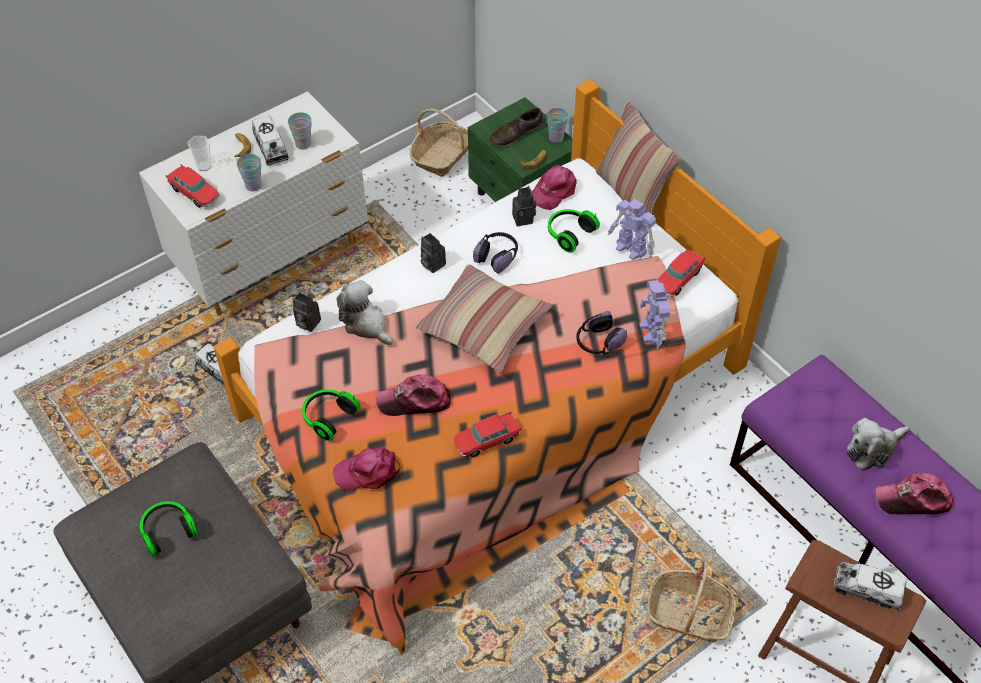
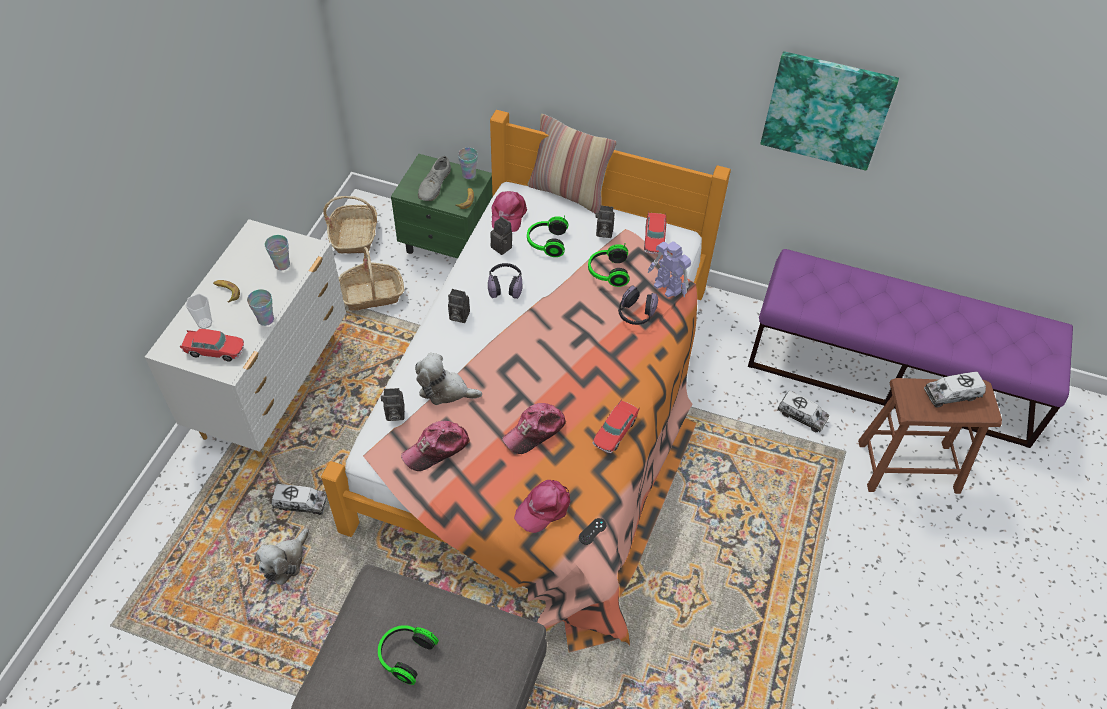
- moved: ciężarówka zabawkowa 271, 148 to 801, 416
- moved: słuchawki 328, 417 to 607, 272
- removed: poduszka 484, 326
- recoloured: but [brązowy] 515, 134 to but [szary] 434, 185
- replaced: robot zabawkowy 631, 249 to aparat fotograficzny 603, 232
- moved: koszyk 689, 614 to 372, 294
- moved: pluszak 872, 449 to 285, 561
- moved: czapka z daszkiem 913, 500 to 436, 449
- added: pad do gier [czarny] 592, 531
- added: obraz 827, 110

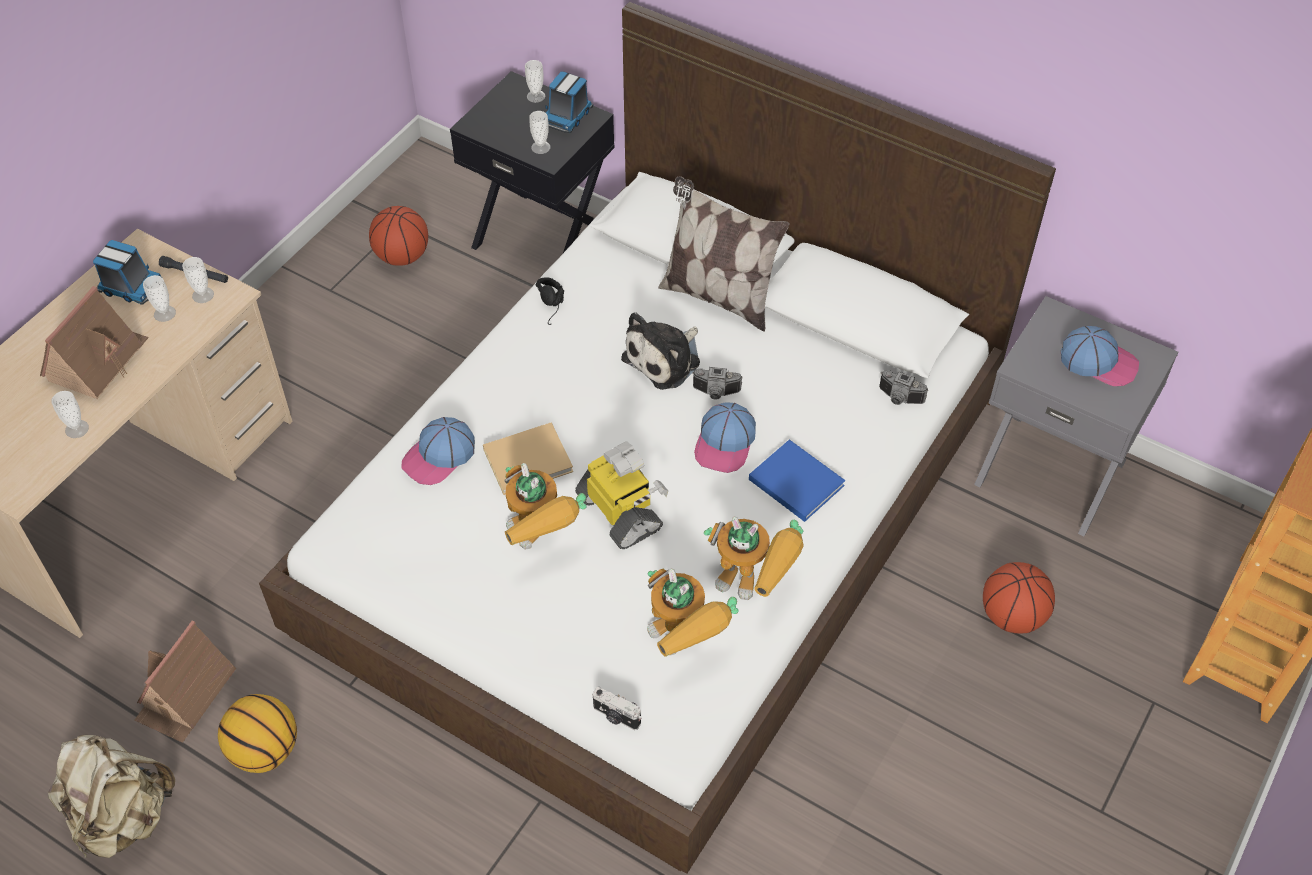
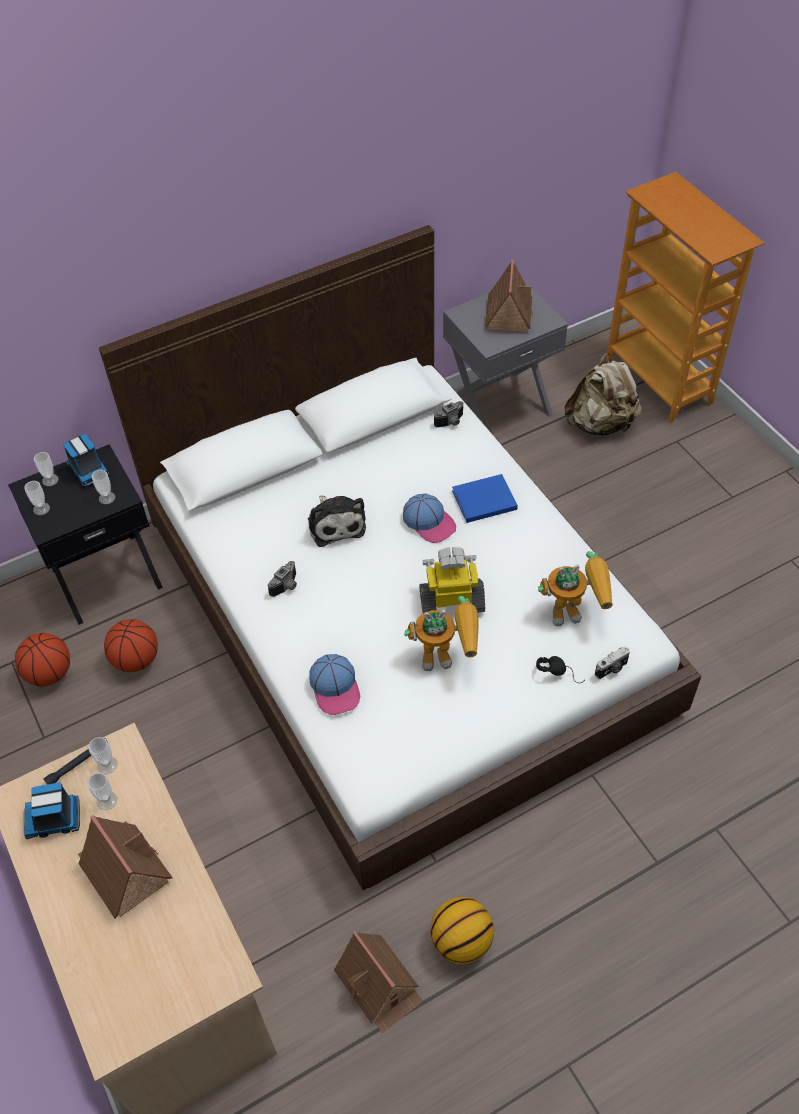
- moved: plecak [beżowy] 123, 816 to 600, 424
- moved: filiżanka 77, 429 to 41, 509
- turned: ciężarówka zabawkowa 130, 287 = 54, 819 150 degrees counterclockwise
- removed: książka [beżowy] 530, 460
- moved: słuchawki [czarny] 554, 306 to 560, 672
- removed: poduszka 718, 296
- moved: aparat fotograficzny 716, 393 to 287, 586
- removed: robot zabawkowy 754, 584
- moved: piłka do koszykówki 1011, 616 to 136, 660
- replaced: czapka z daszkiem 1098, 361 to domek 508, 313

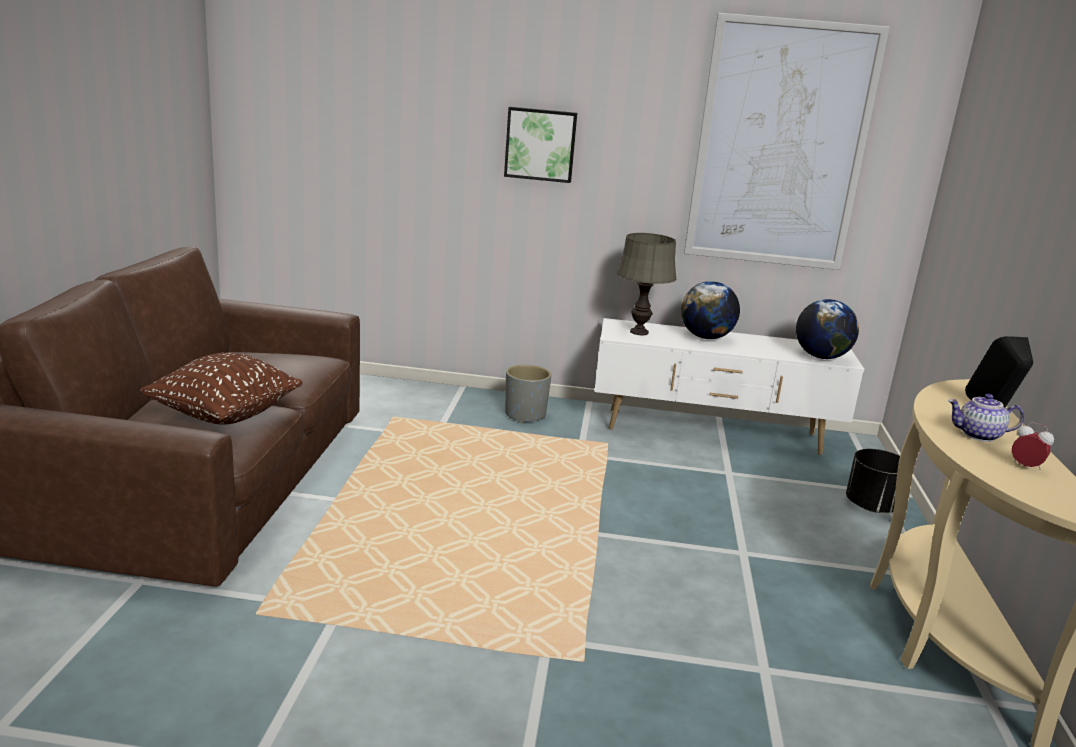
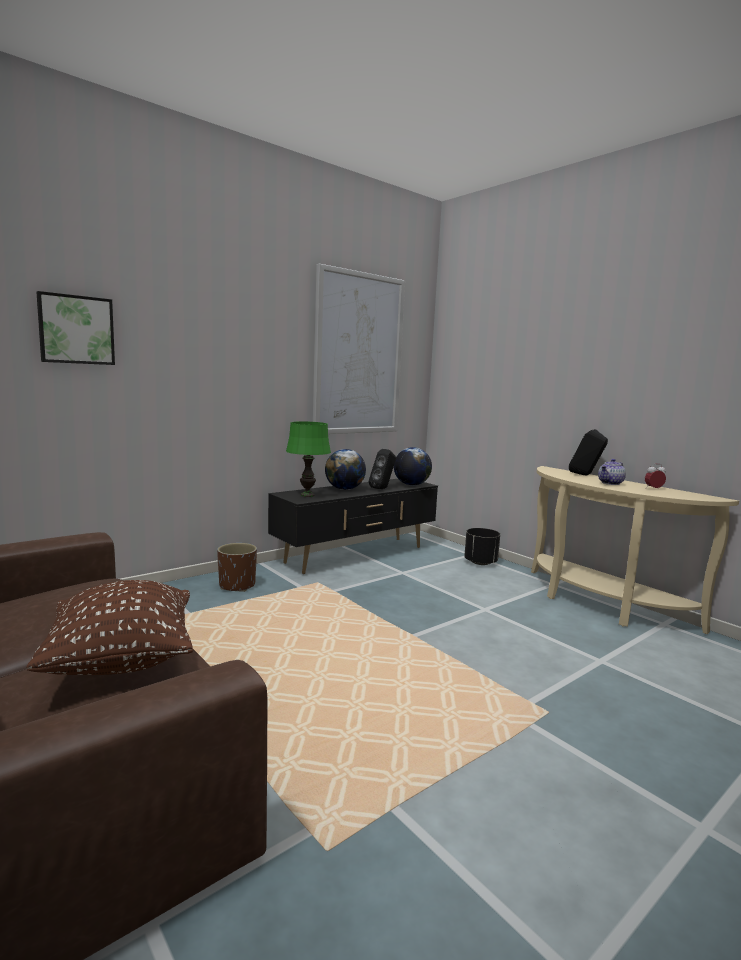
- moved: obraz 540, 144 to 76, 330
- recoloured: donica [szary] 525, 415 to donica [brązowy] 237, 585
- recoloured: szafka pod telewizor [biały] 713, 433 to szafka pod telewizor [czarny] 356, 555
- recoloured: lampa stołowa [szary] 639, 332 to lampa stołowa [zielony] 307, 495
- added: głośnik [czarny] 383, 488

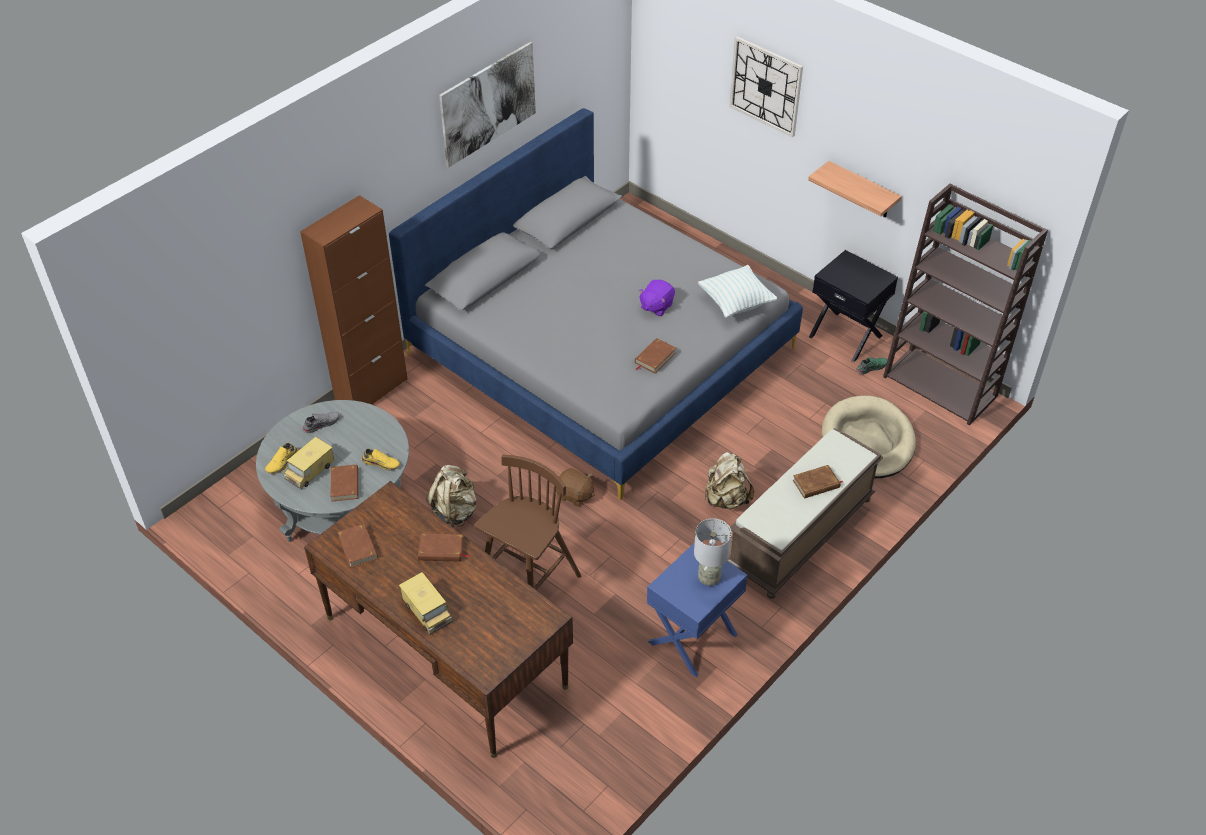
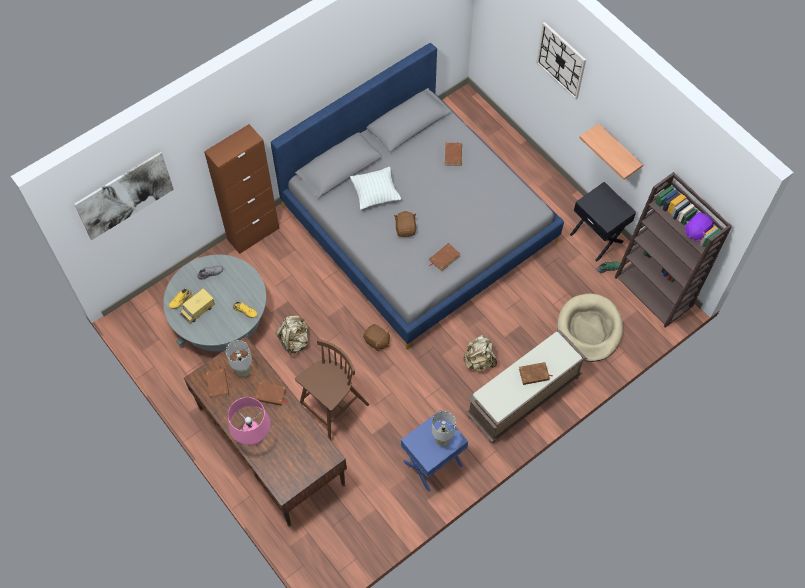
- moved: książka [brązowy] 345, 484 to 453, 155
- replaced: ciężarówka zabawkowa 427, 611 to lampa stołowa [różowy] 254, 439
- moved: obraz 488, 103 to 125, 195
- moved: pluszak [fioletowy] 656, 306 to 696, 231
- moved: poduszka 736, 303 to 375, 194
- added: lampa stołowa [szary] 243, 371
- added: pluszak [brązowy] 405, 229

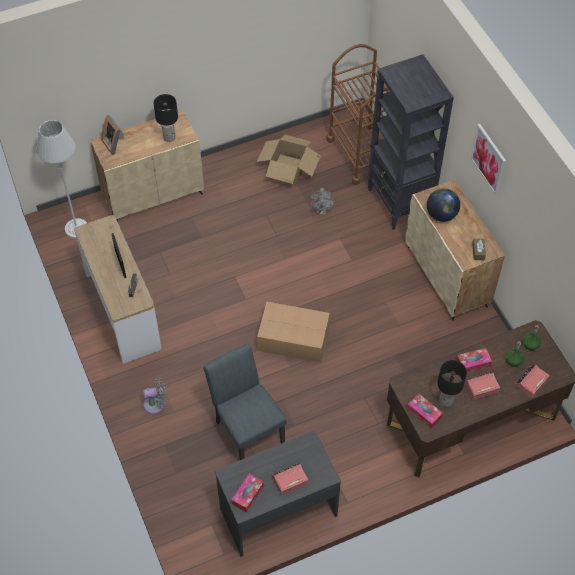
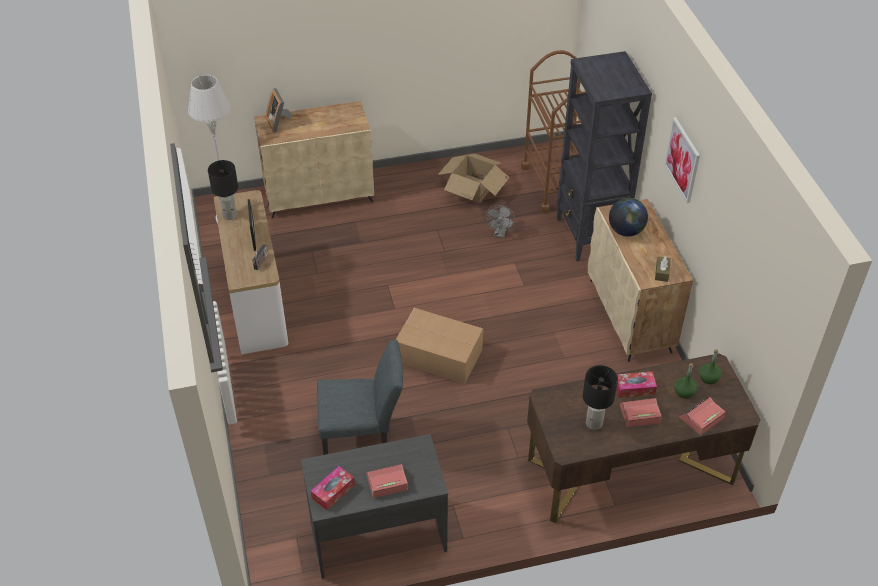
- removed: wentylator [szary] 156, 404
- moved: lampa stołowa [czarny] 169, 137 to 230, 215
- turned: krzesło [szary] 246, 428 = 363, 440 105 degrees clockwise
- removed: pudełko chusteczek 424, 413

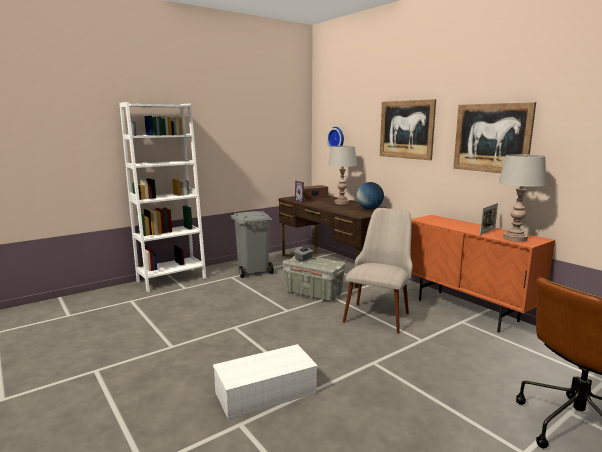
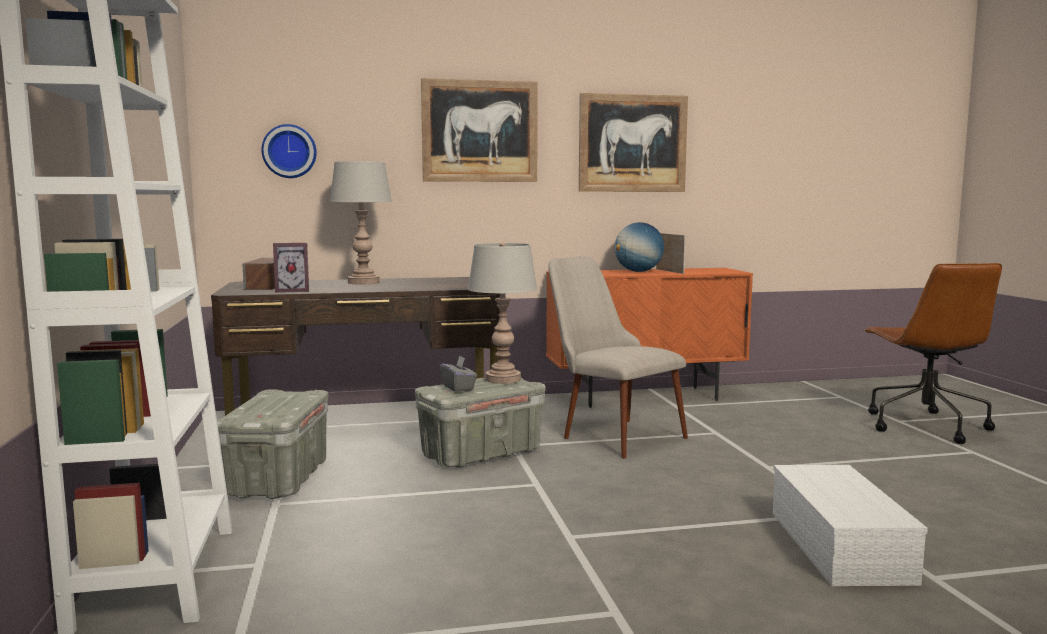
- replaced: kosz na śmieci [szary] 253, 271 to pojemnik do przechowywania [szary] 278, 479
- moved: globus 369, 208 to 638, 271
- moved: lampa stołowa [szary] 515, 238 to 502, 379

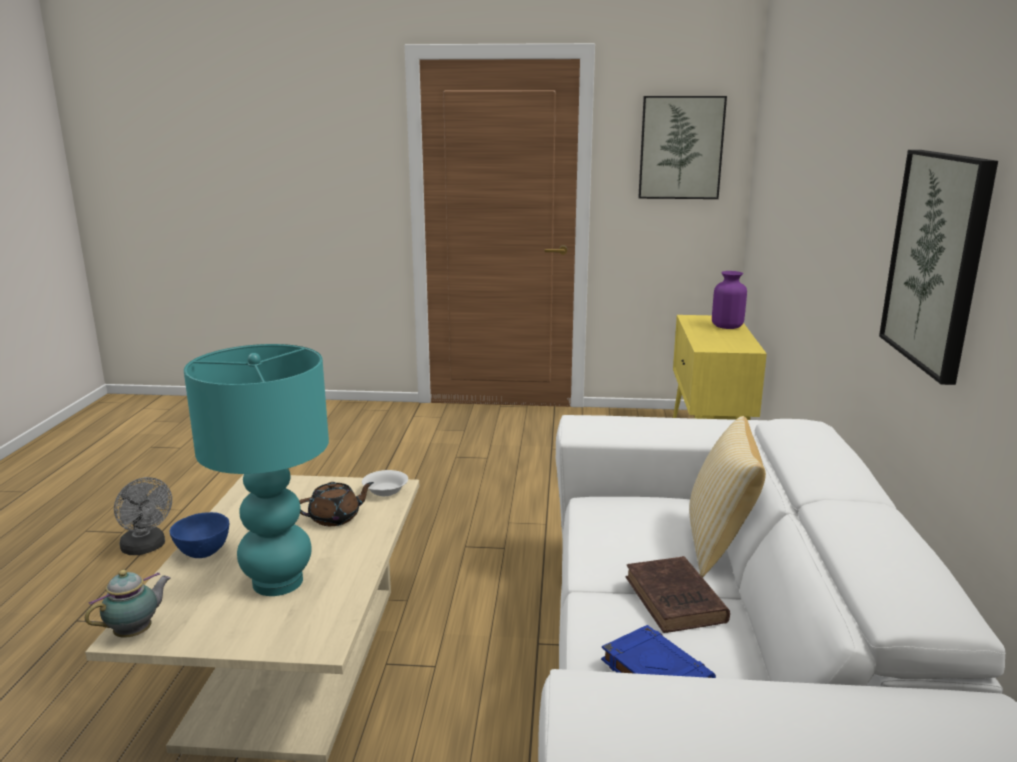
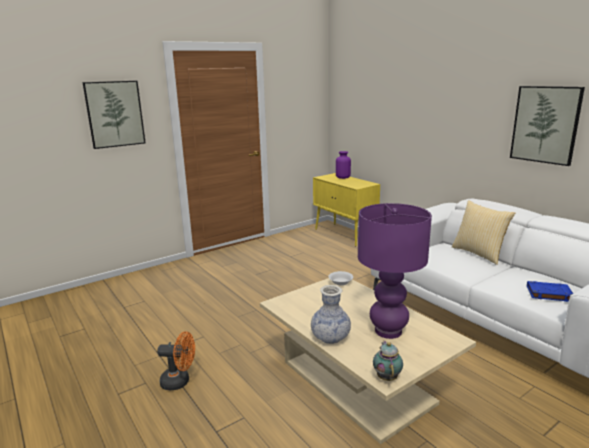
- recoloured: wentylator [szary] 146, 548 to wentylator [pomarańczowy] 180, 381
- replaced: miska [niebieski] 203, 552 to wazon 330, 337
- recoloured: lampa stołowa [turkusowy] 279, 581 to lampa stołowa [fioletowy] 388, 331
- removed: imbryk [brązowy] 335, 518
- removed: książka [brązowy] 676, 601
- moved: obraz 681, 148 to 115, 114

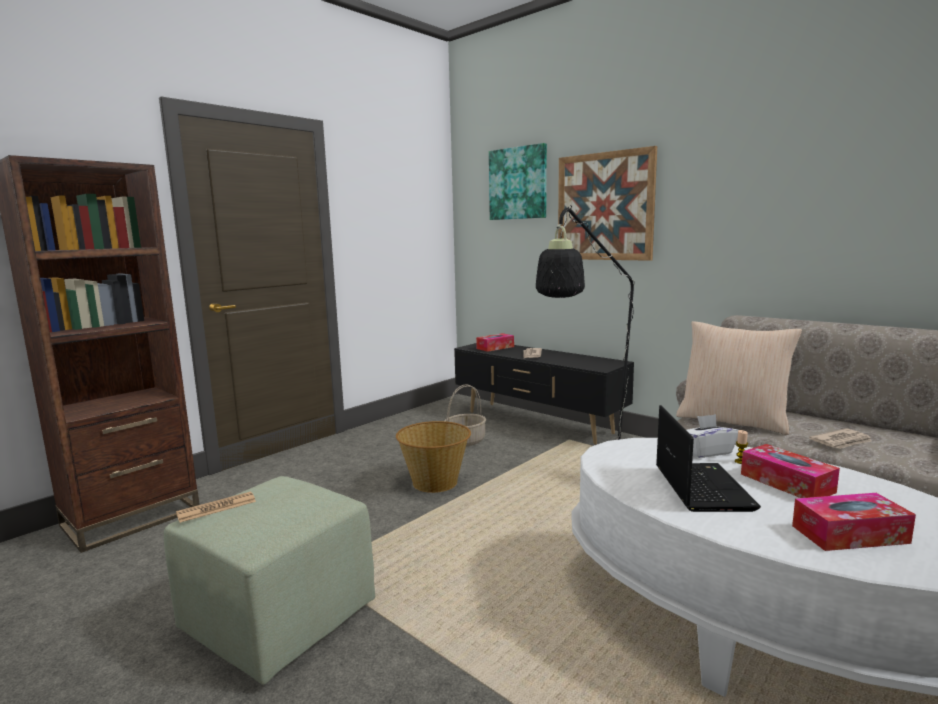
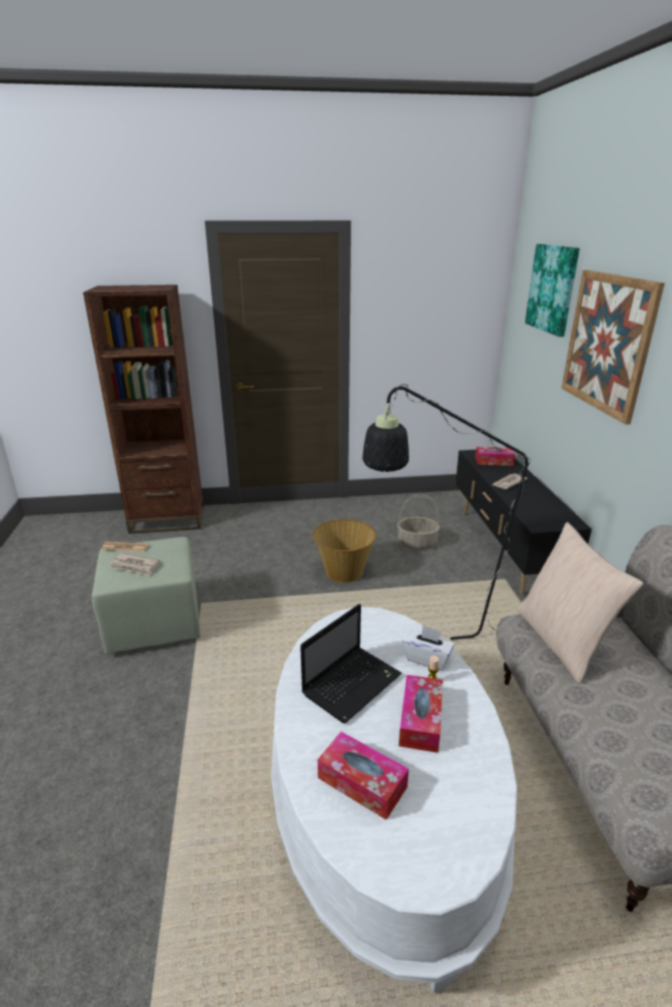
- moved: gazeta 842, 441 to 135, 566

